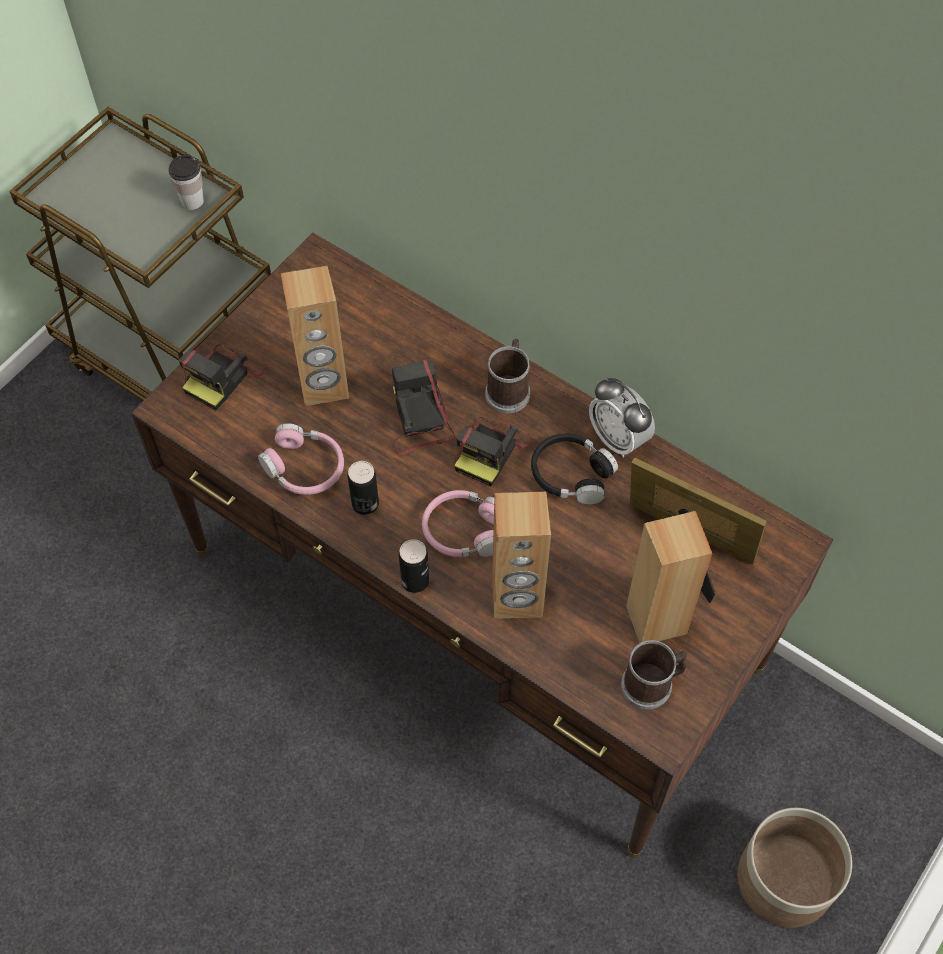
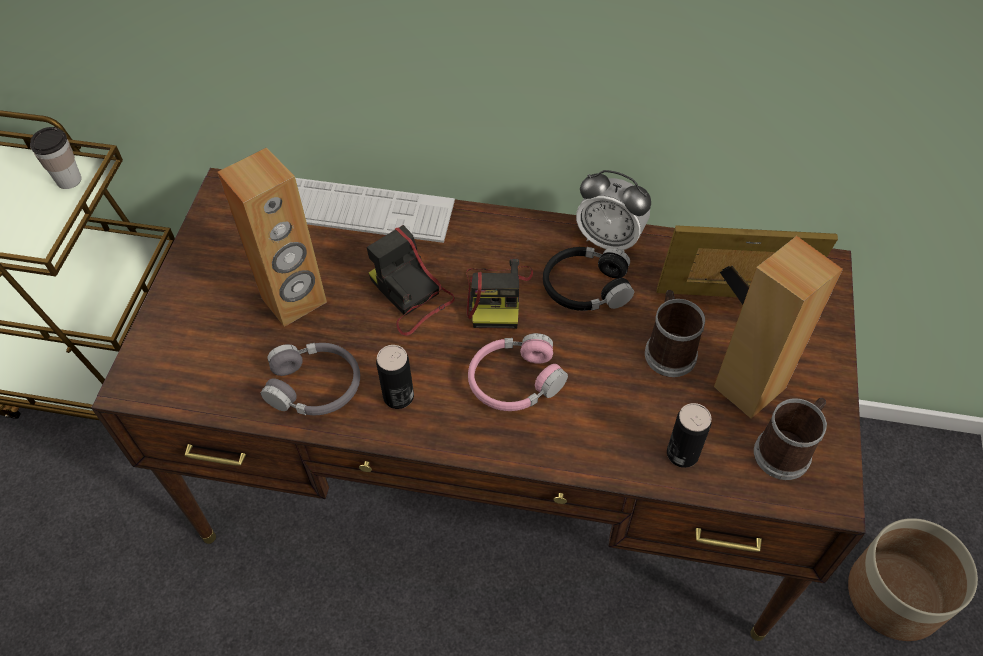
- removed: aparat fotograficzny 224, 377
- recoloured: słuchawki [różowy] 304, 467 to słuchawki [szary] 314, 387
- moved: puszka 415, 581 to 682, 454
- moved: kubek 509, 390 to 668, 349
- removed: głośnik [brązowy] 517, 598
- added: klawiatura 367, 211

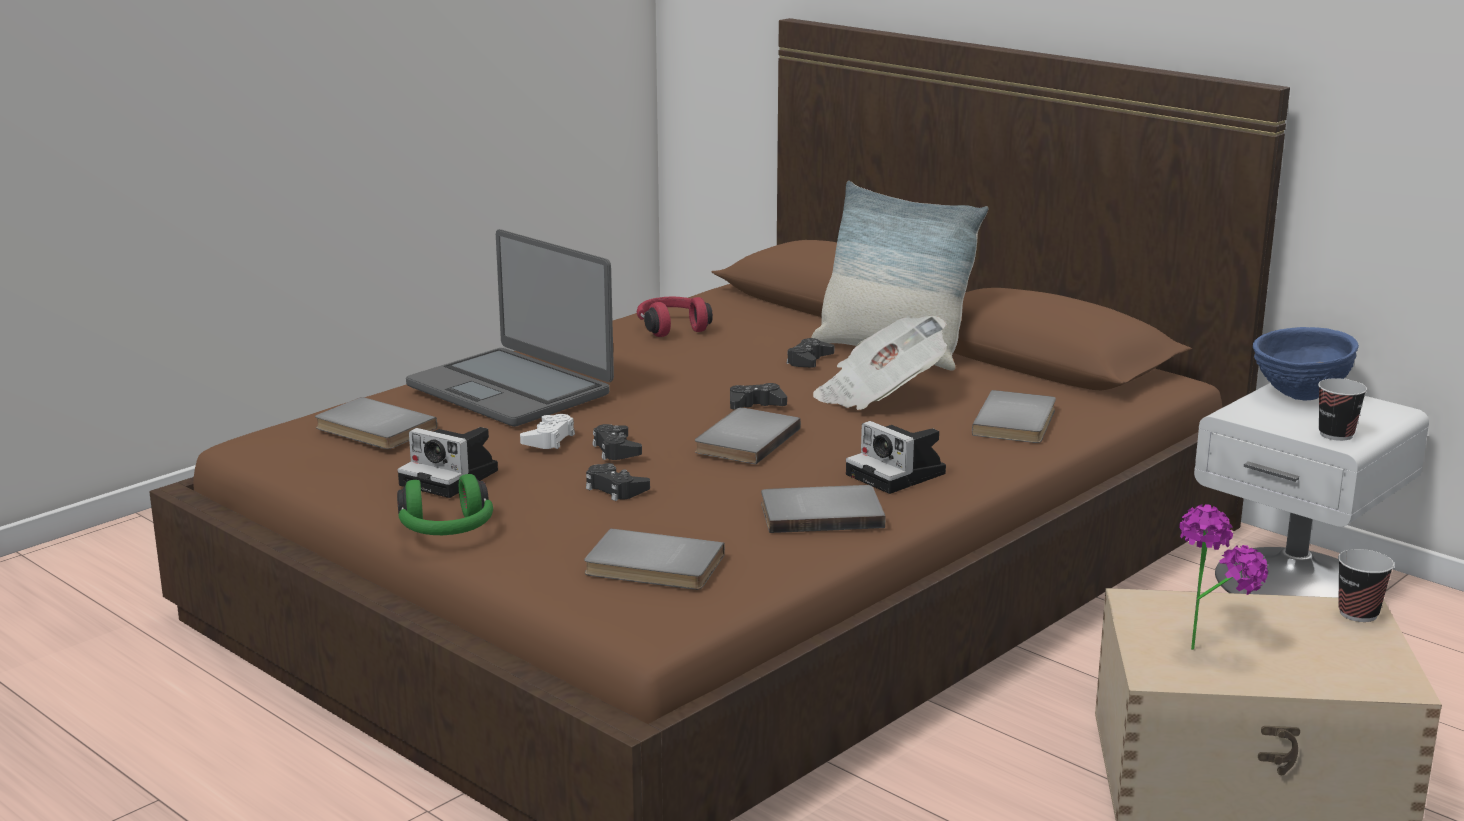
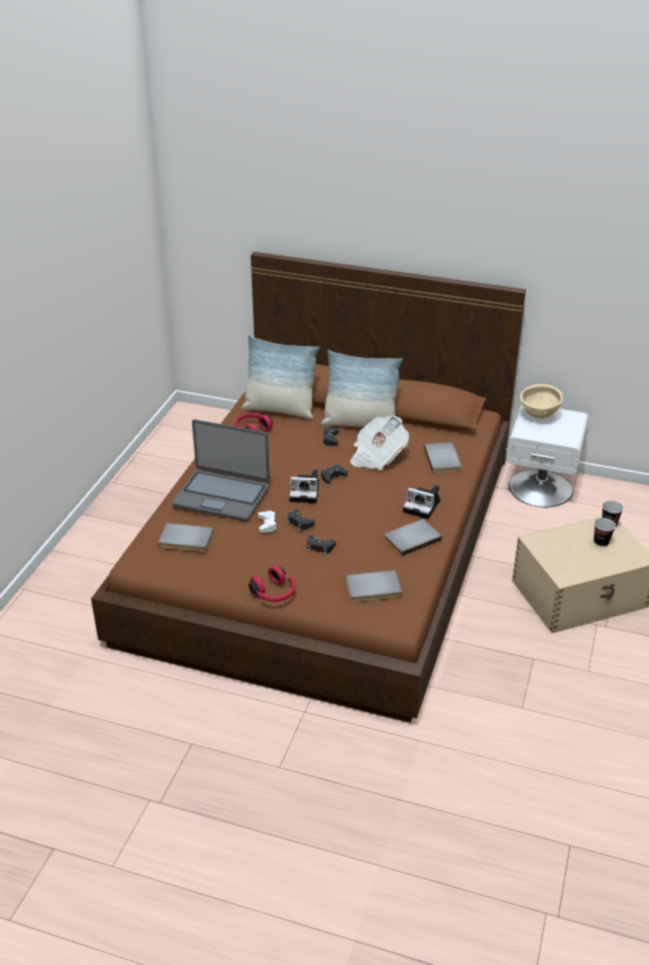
- recoloured: słuchawki [zielony] 447, 530 to słuchawki [czerwony] 274, 593
- moved: aparat fotograficzny 453, 478 to 306, 492
- removed: książka [szary] 743, 440
- removed: roślina doniczkowa 1206, 644
- recoloured: miska [niebieski] 1299, 397 to miska [beżowy] 538, 416
- moved: filiżanka 1336, 434 to 601, 542
- added: poduszka 279, 409

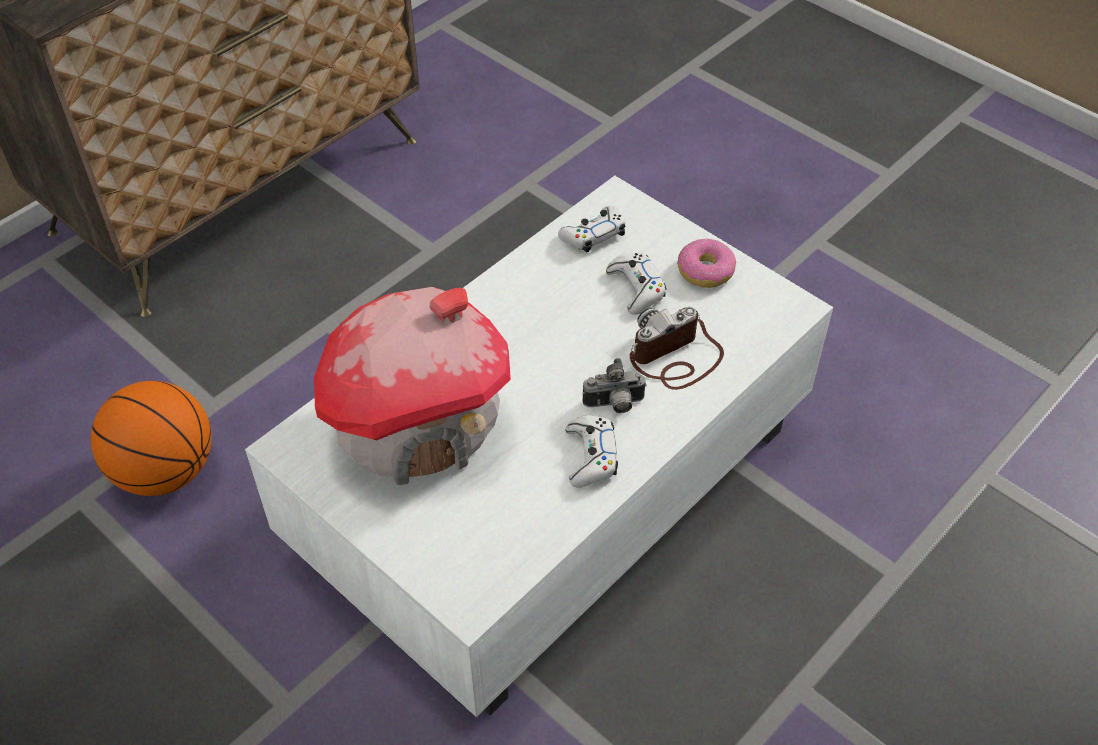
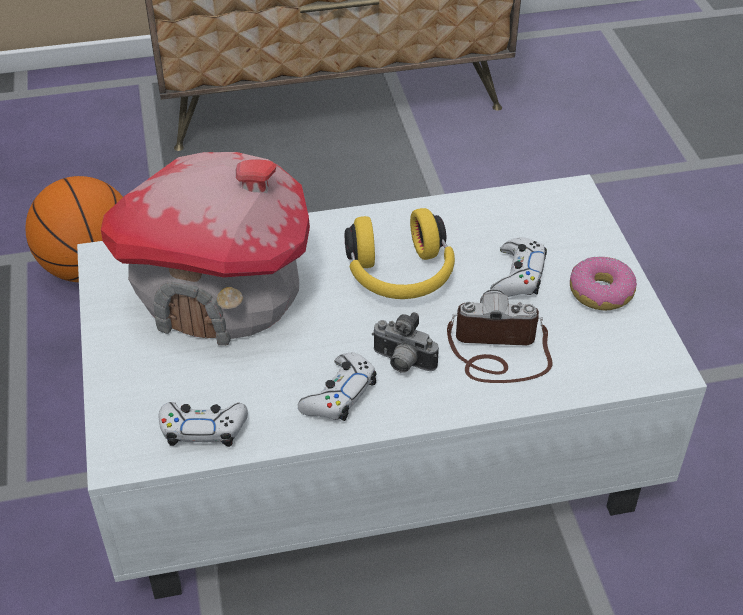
- moved: pad do gier [biały] 593, 235 to 203, 429
- added: słuchawki [żółty] 400, 276

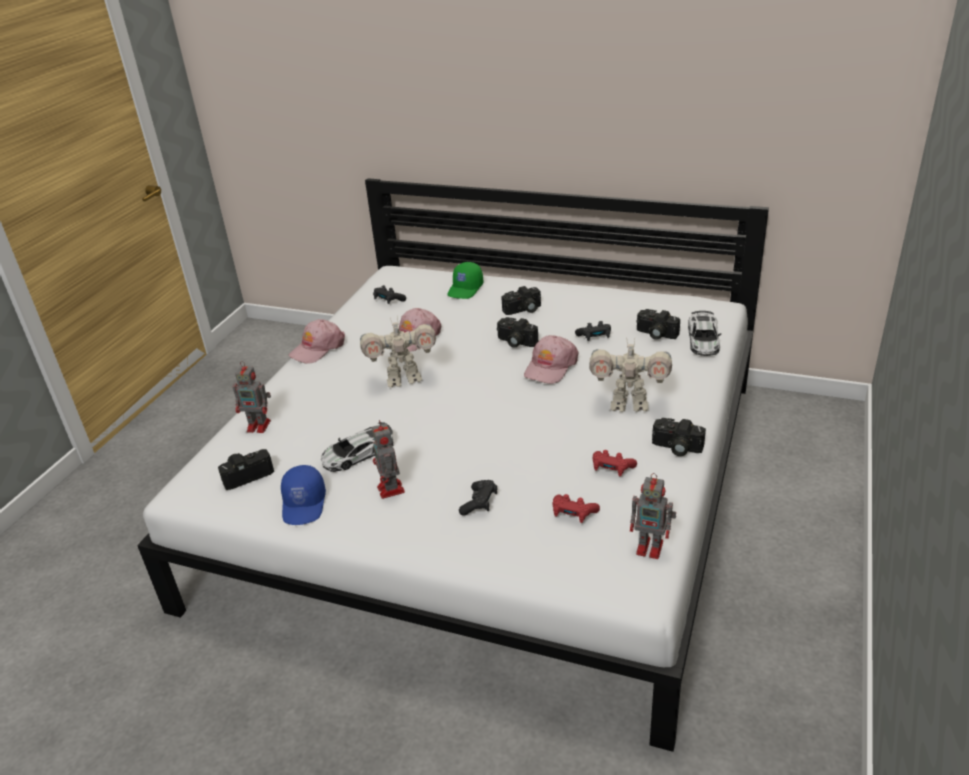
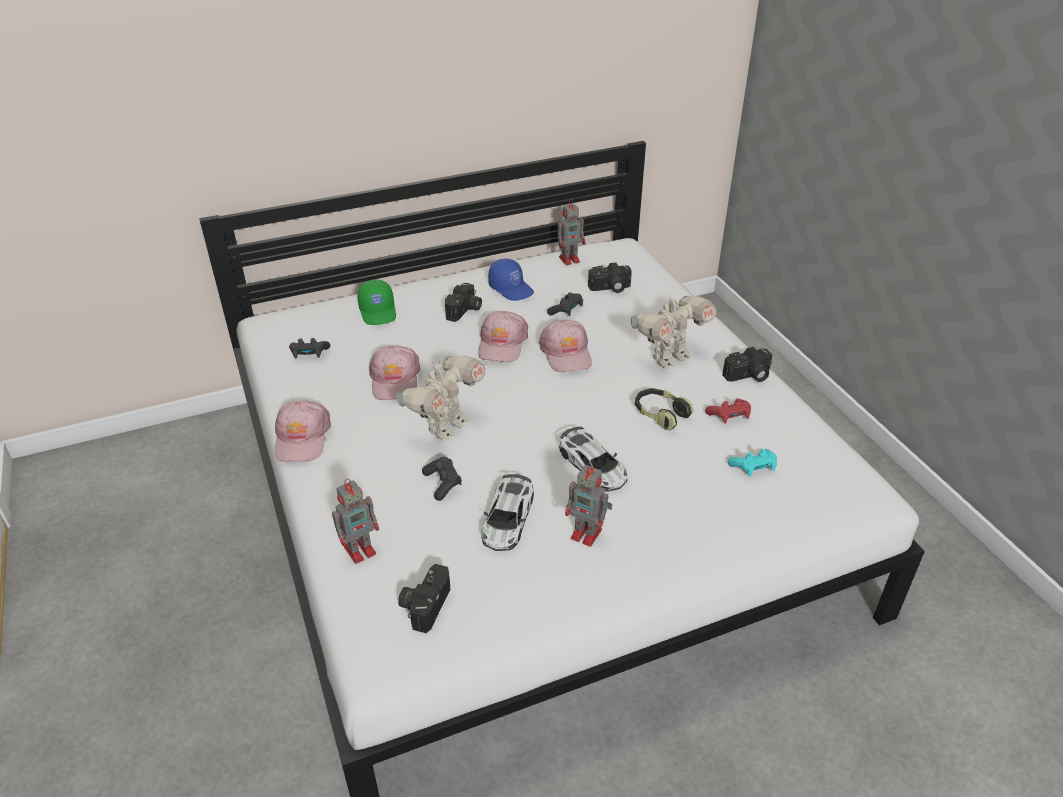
- moved: czapka z daszkiem [niebieski] 305, 504 to 511, 288
- moved: pad do gier [czarny] 479, 503 to 443, 483
- replaced: aparat fotograficzny 515, 342 to czapka z daszkiem [różowy] 502, 344
- recoloured: pad do gier [czerwony] 573, 514 to pad do gier [turkusowy] 753, 468
- moved: robot zabawkowy 651, 548 to 570, 259
- moved: samochodzik 703, 339 to 593, 466
- added: słuchawki 660, 415

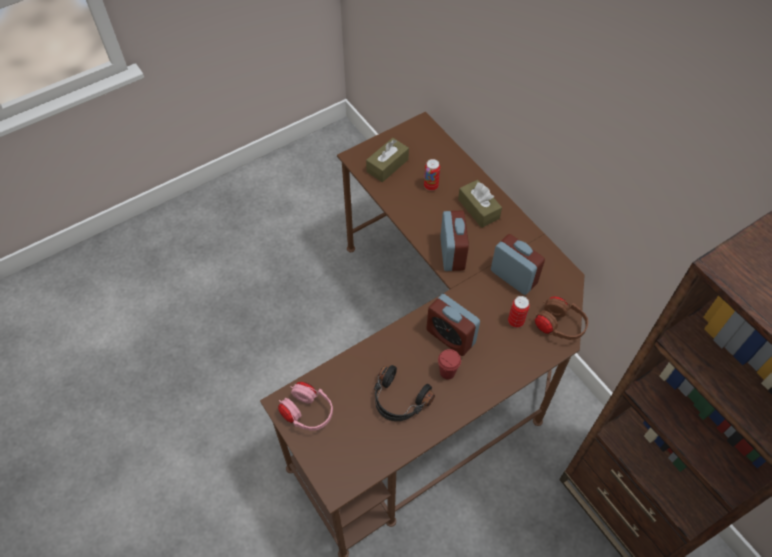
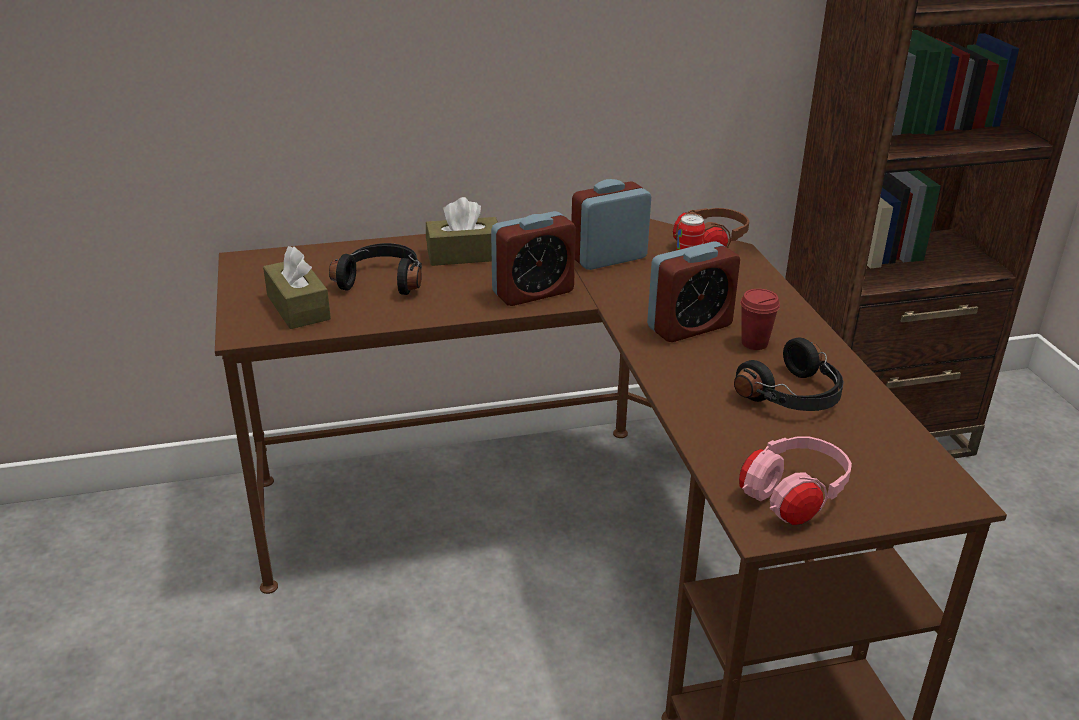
- replaced: puszka 431, 186 to słuchawki [czarny] 382, 280
- turned: budzik 452, 254 = 533, 292 135 degrees clockwise

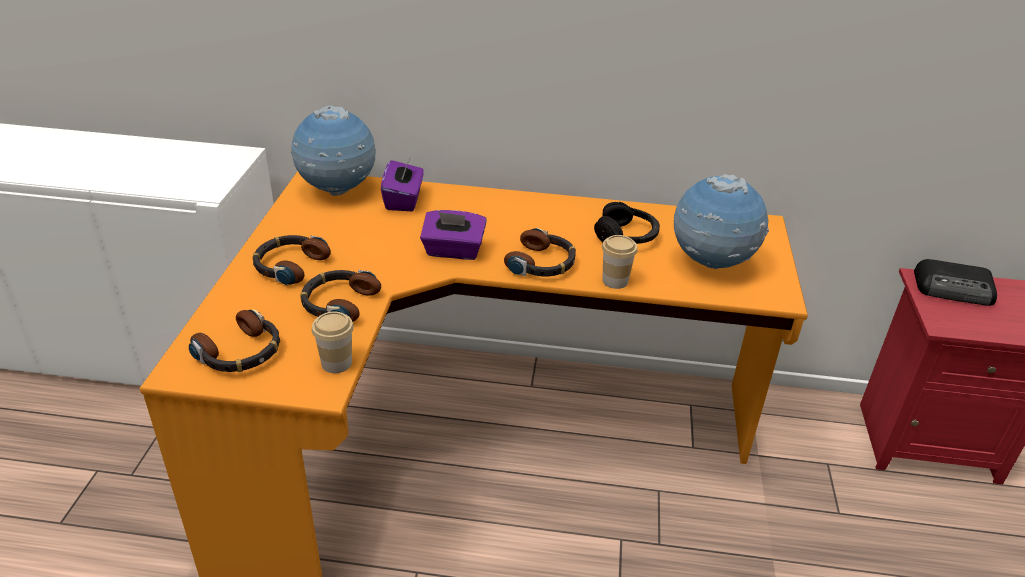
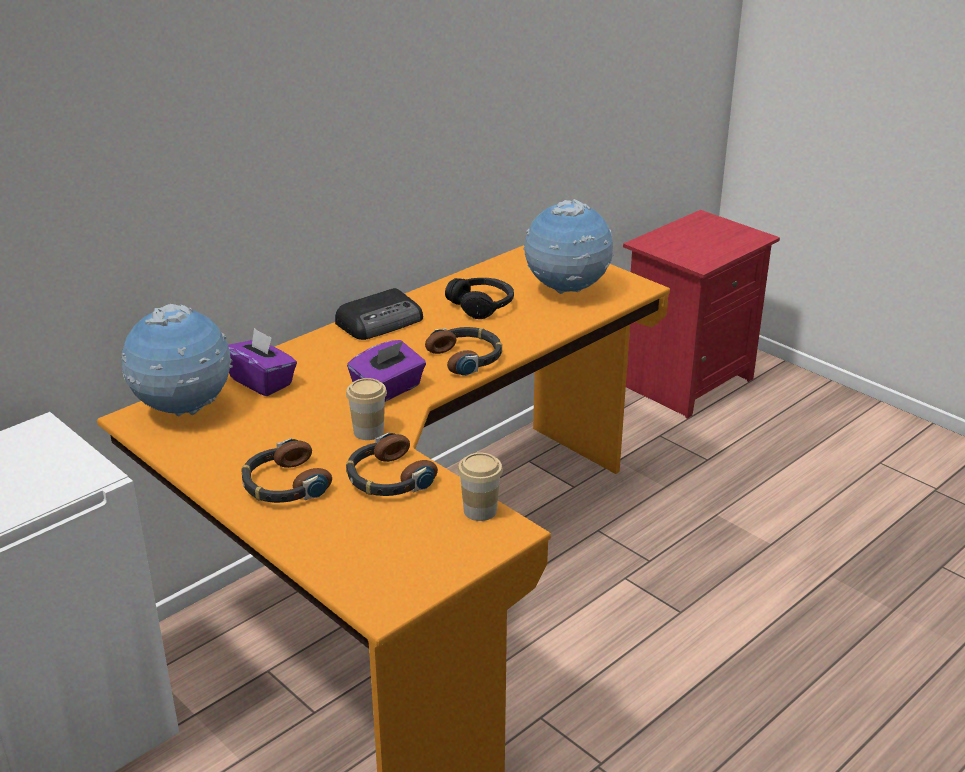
- removed: słuchawki 240, 352
- moved: filiżanka 615, 281 to 368, 432
- moved: radio 954, 289 to 381, 322

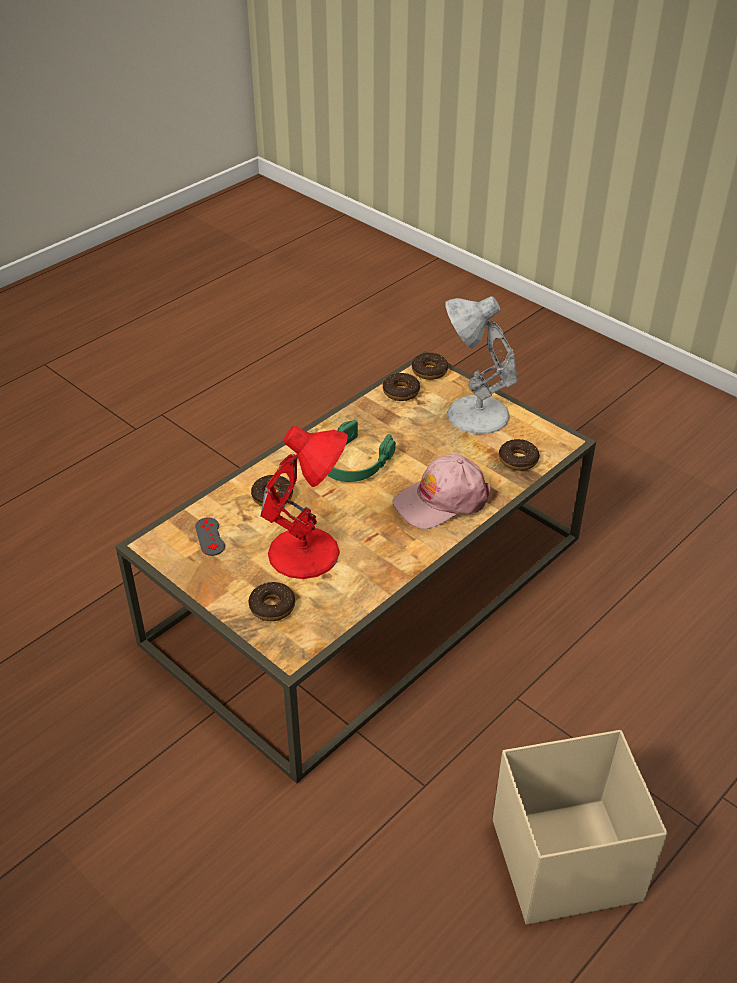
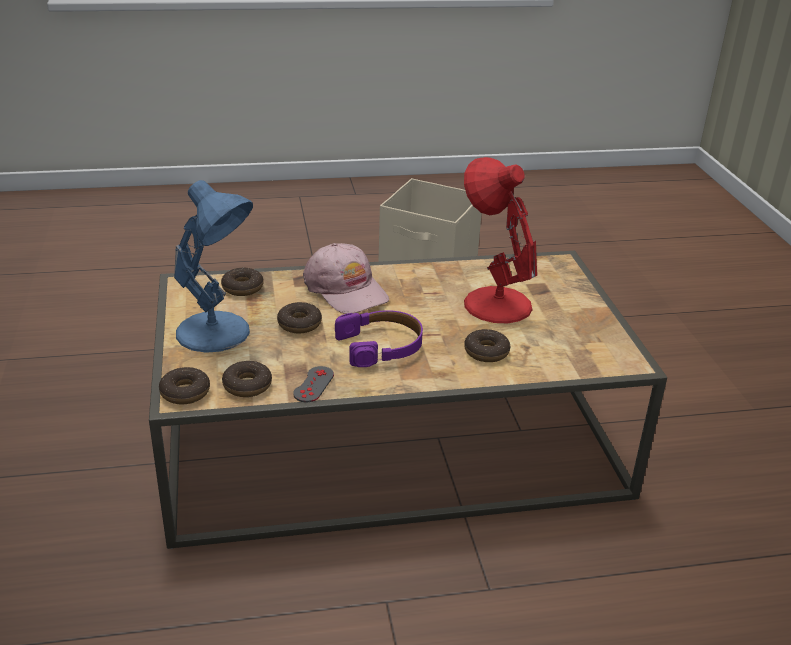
- moved: pad do gier [szary] 210, 536 to 313, 384
- moved: donut 272, 606 to 299, 324
- recoloured: słuchawki [zielony] 353, 462 to słuchawki [fioletowy] 381, 346
- turned: czapka z daszkiem [różowy] 441, 500 = 346, 290 45 degrees clockwise
- recoloured: lampa stołowa [biały] 474, 415 to lampa stołowa [niebieski] 216, 333

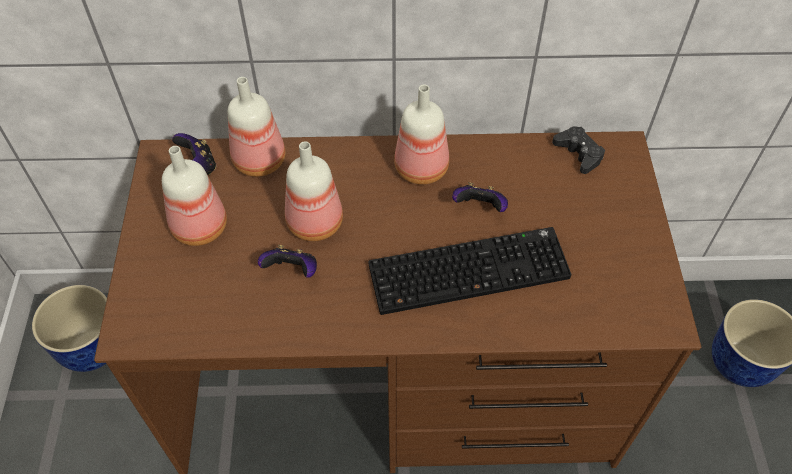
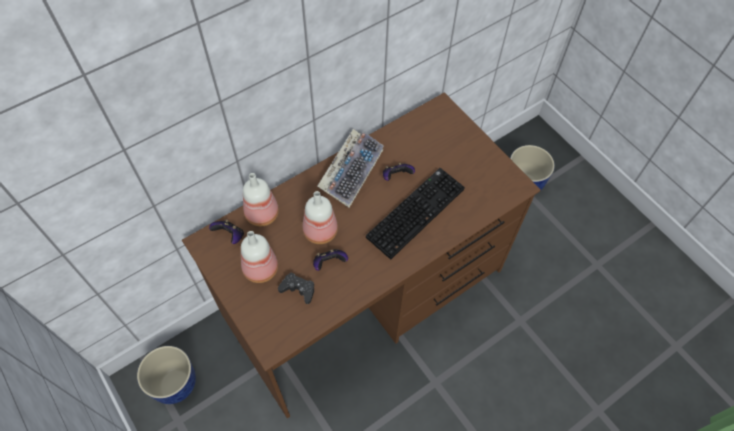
- replaced: butelka 421, 167 to klawiatura 351, 170
- moved: pad do gier [czarny] 578, 153 to 298, 289

